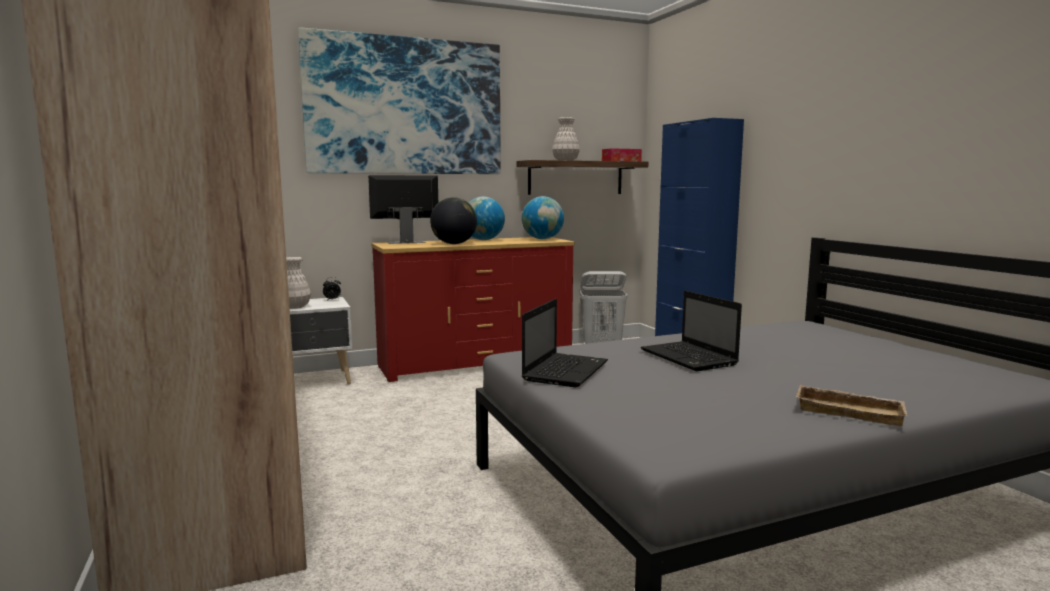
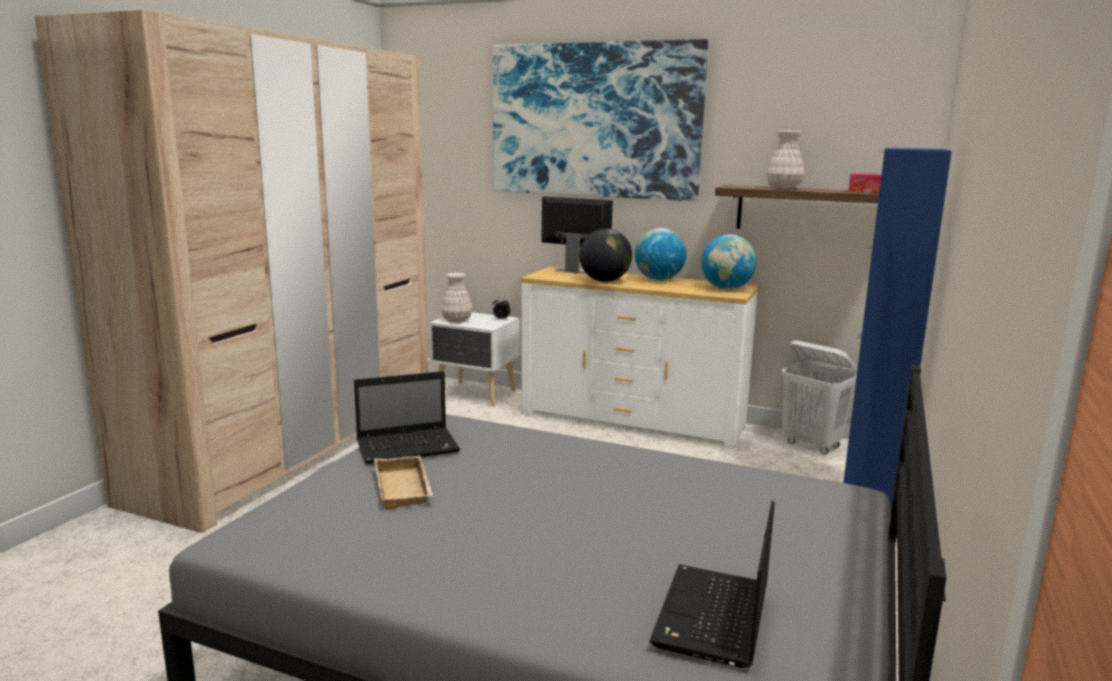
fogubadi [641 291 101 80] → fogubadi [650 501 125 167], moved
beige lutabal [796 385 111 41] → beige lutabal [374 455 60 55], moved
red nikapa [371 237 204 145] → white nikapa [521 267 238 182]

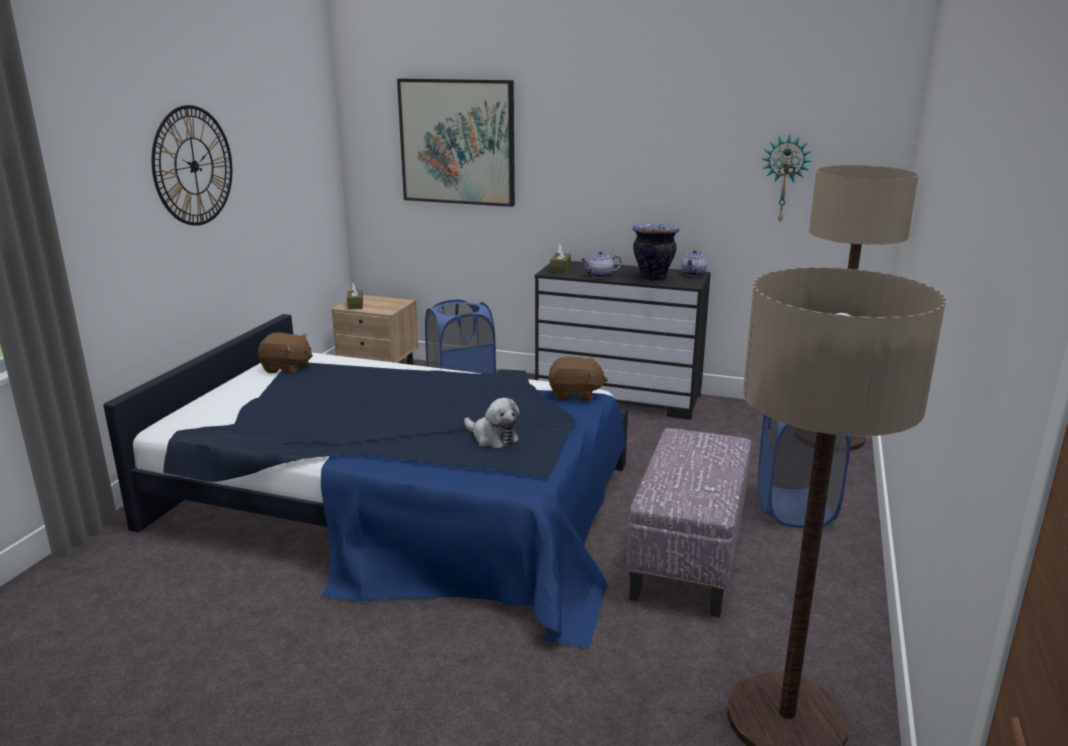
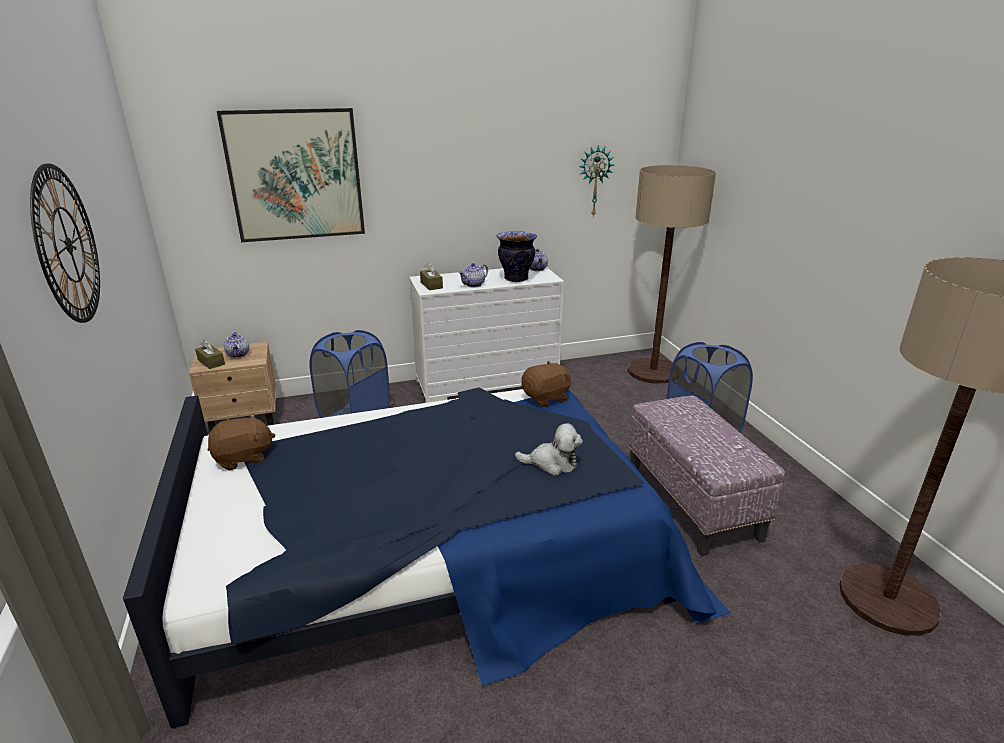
- → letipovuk [224 332 26 26]
black nikapa [535 261 176 159] → white nikapa [409 267 155 136]

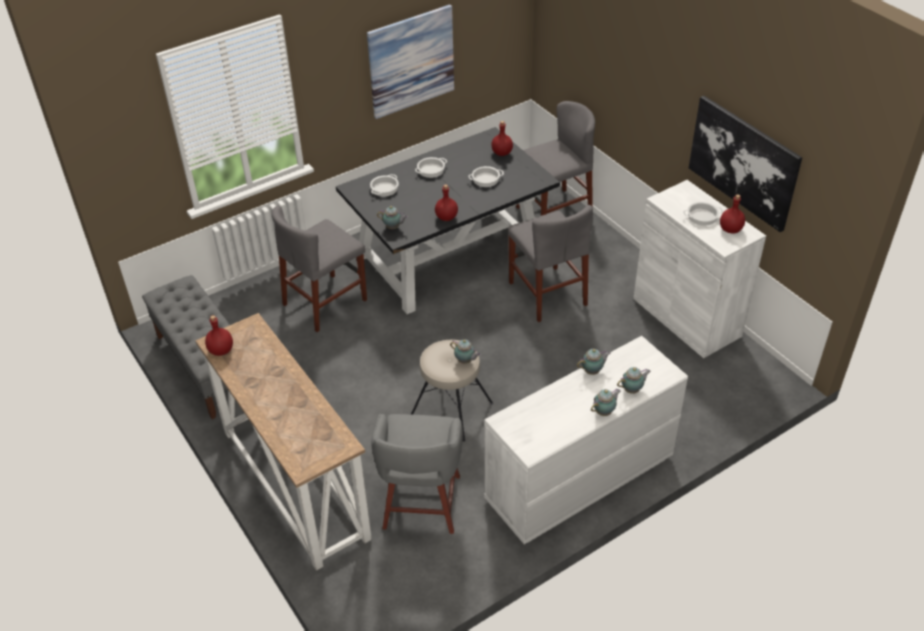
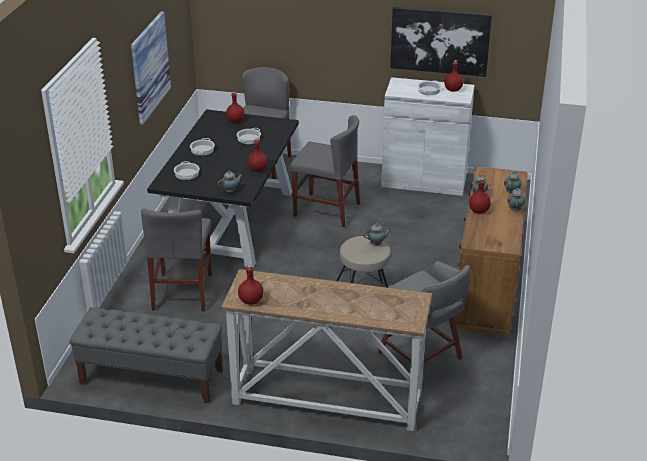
- → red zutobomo [469 178 22 35]
white nikapa [484 336 204 208] → brown nikapa [455 166 73 170]

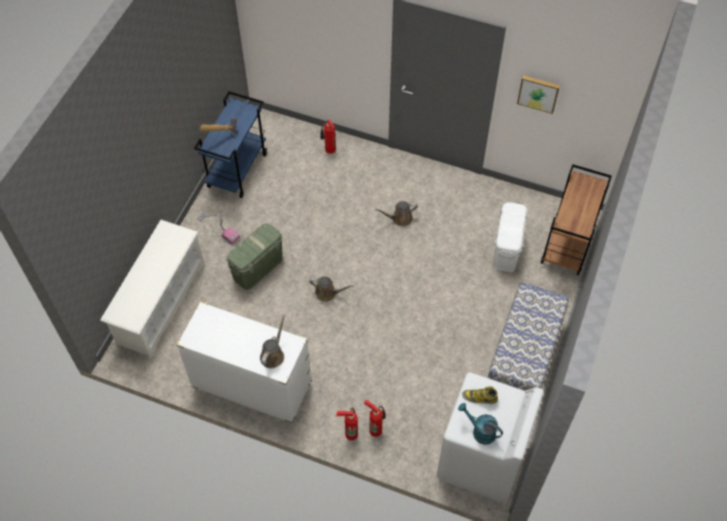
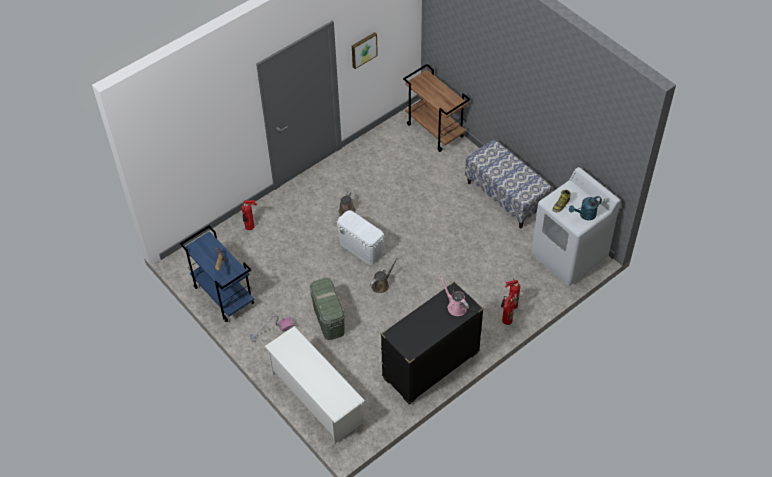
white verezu [492 202 36 70] → white verezu [337 210 47 55], moved
white nikapa [176 302 136 122] → black nikapa [381 282 103 122]
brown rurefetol [260 315 25 53] → pink rurefetol [439 276 30 40]

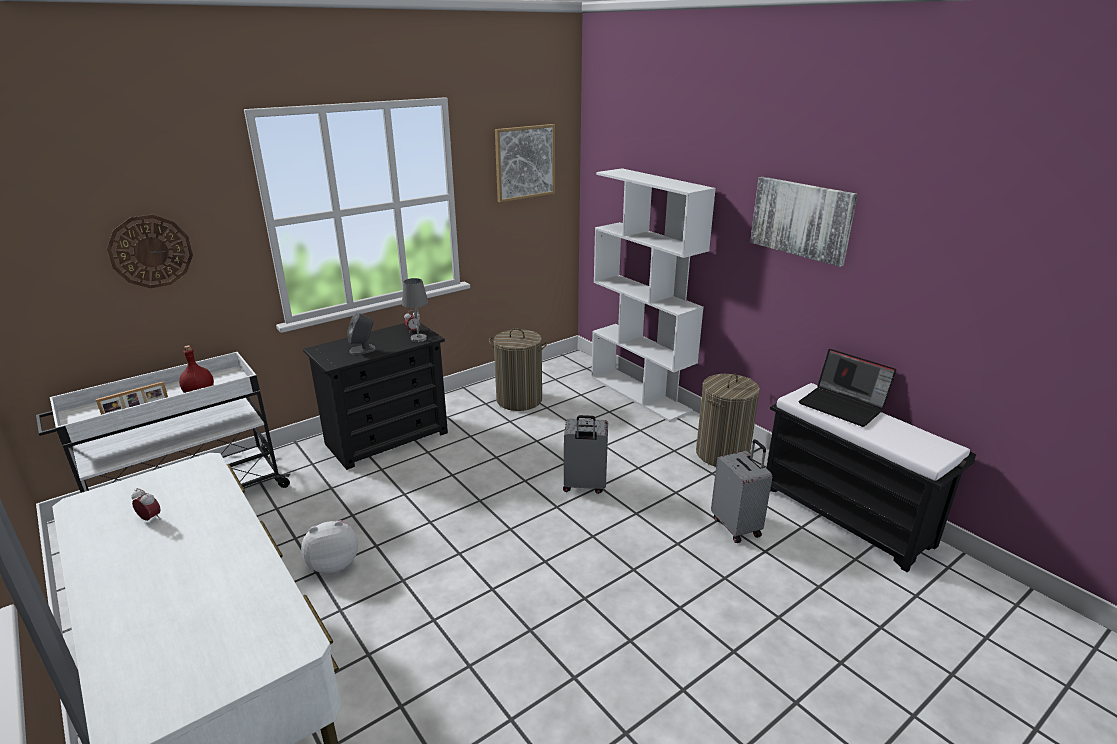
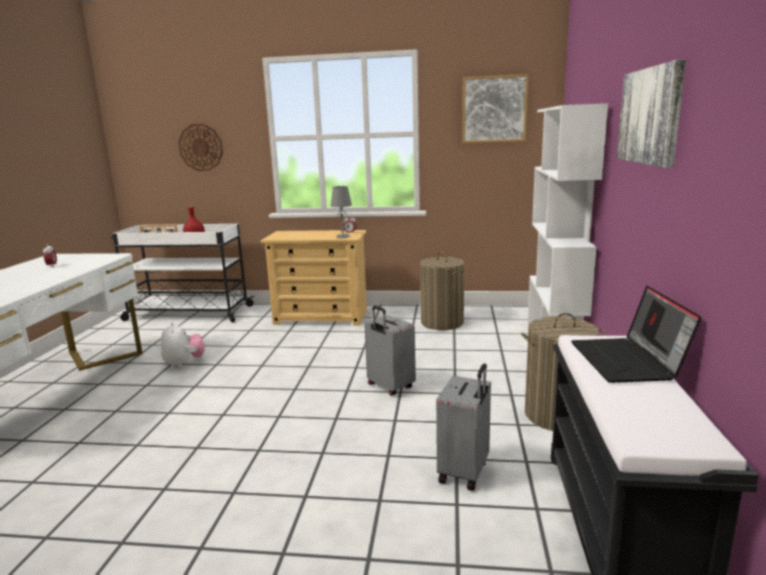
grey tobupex [347 313 29 42] → -
black nikapa [303 323 145 147] → beige nikapa [261 230 106 96]
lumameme [301 520 57 54] → lumameme [161 322 44 46], 45 degrees clockwise

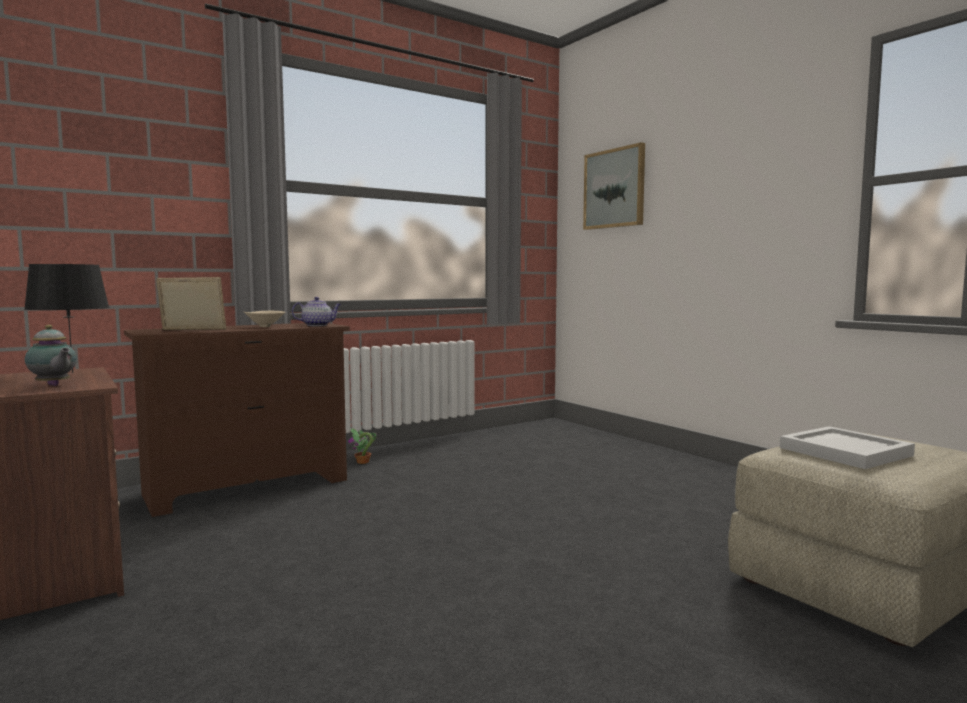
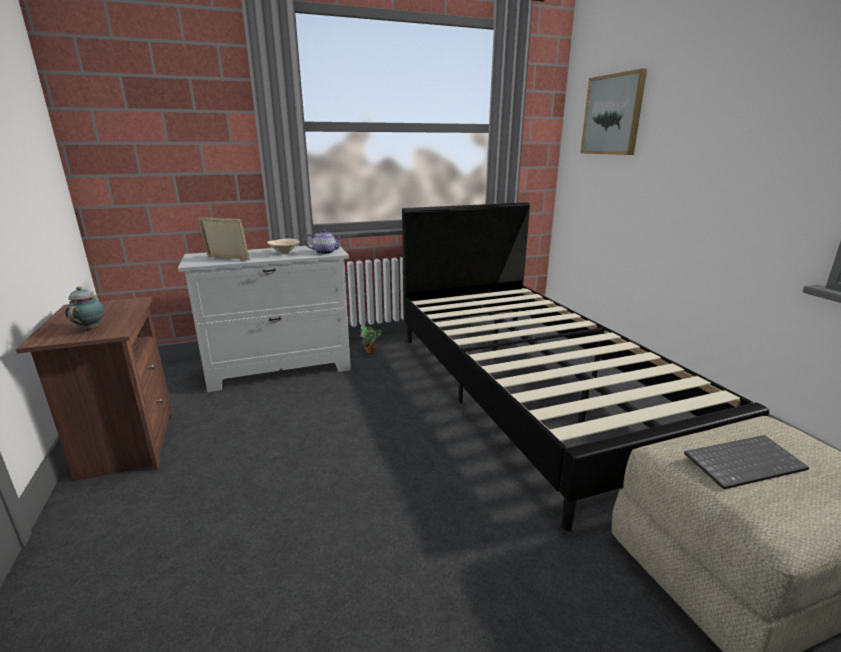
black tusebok [24 264 86 109] → -
- → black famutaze [402 202 367 329]
white lutabal [780 426 135 43] → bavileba [684 435 125 55]
brown nikapa [124 323 226 194] → white nikapa [178 245 173 147]
letipovuk [25 325 52 61] → letipovuk [65 286 40 45], 150 degrees counterclockwise

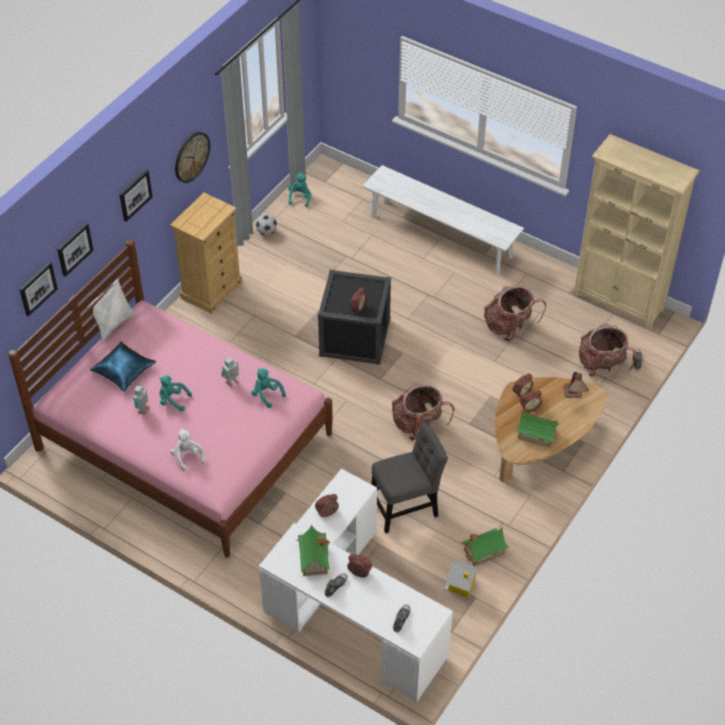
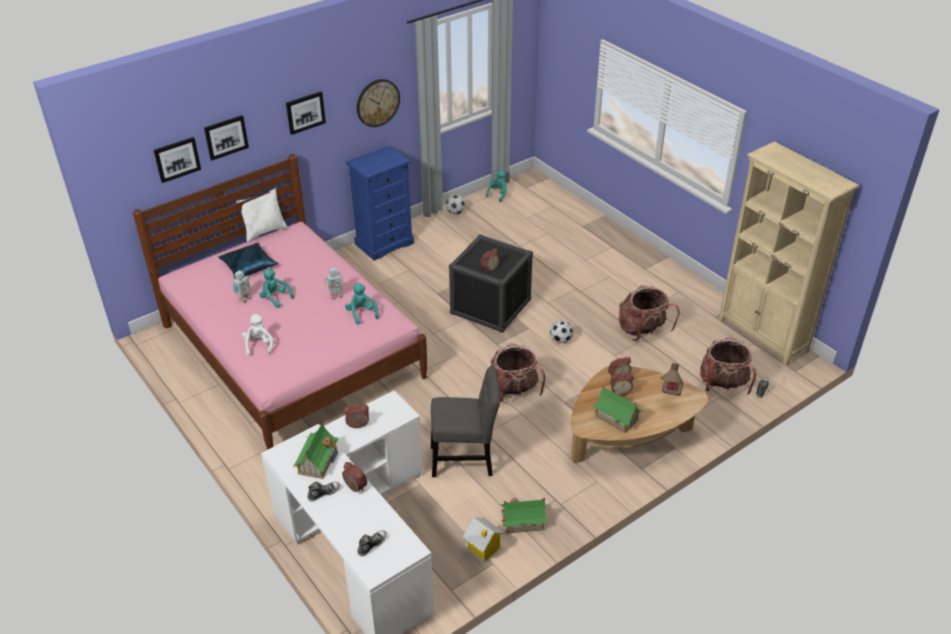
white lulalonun [362 165 162 110] → -
- → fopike [550 320 23 23]
beige nikapa [170 193 72 121] → blue nikapa [346 145 68 116]

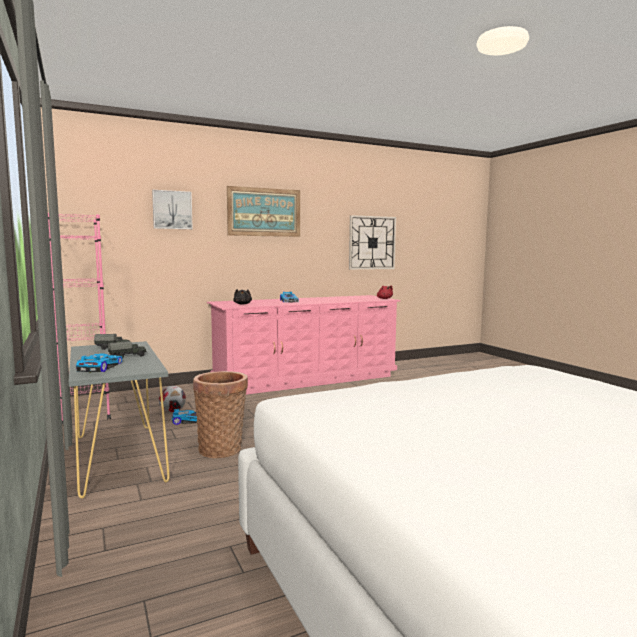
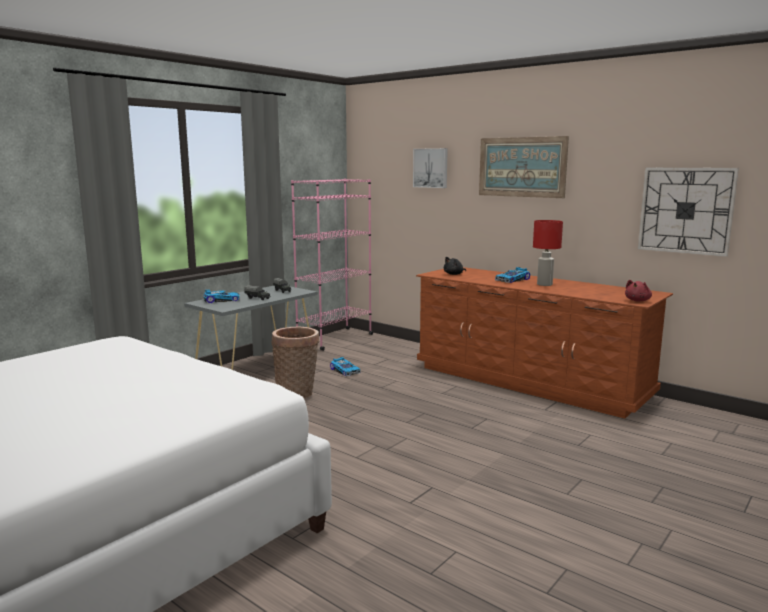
fopike [159 385 27 27] → -
- → red tusebok [533 220 30 66]
pink nikapa [207 295 194 100] → brown nikapa [416 267 257 152]

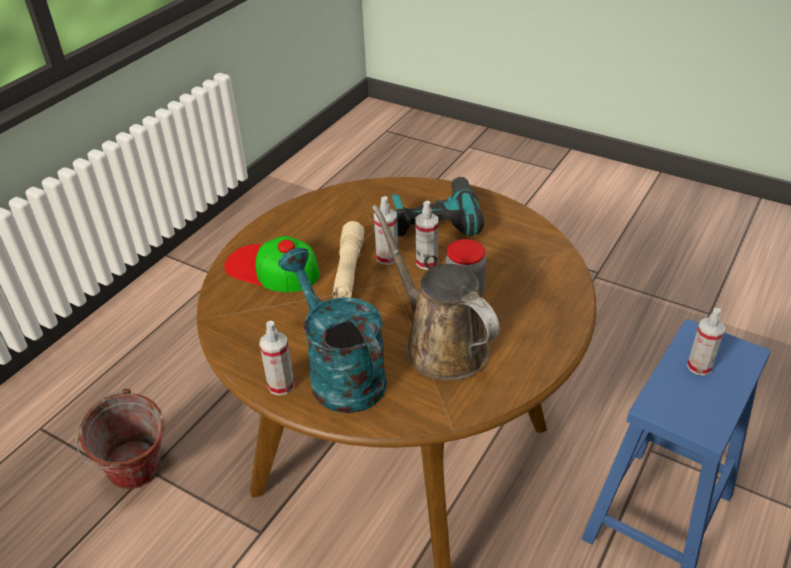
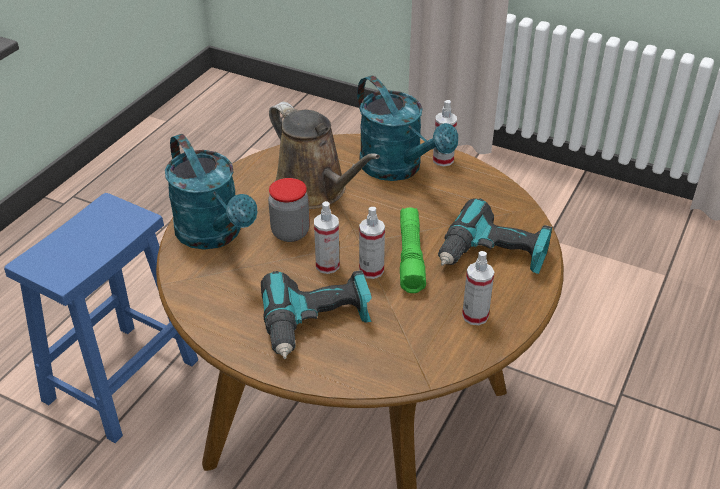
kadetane [76 388 88 101] → -
- → turquoise rurefetol [165 134 92 116]
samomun [687 308 38 68] → samomun [462 251 32 74], moved
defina [224 236 95 56] → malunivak [438 198 114 76]
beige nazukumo [333 221 32 78] → green nazukumo [400 207 26 86]

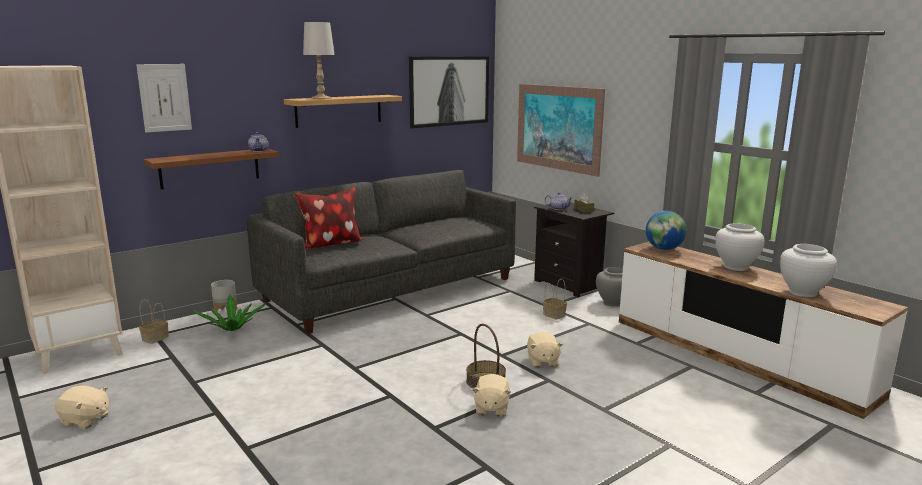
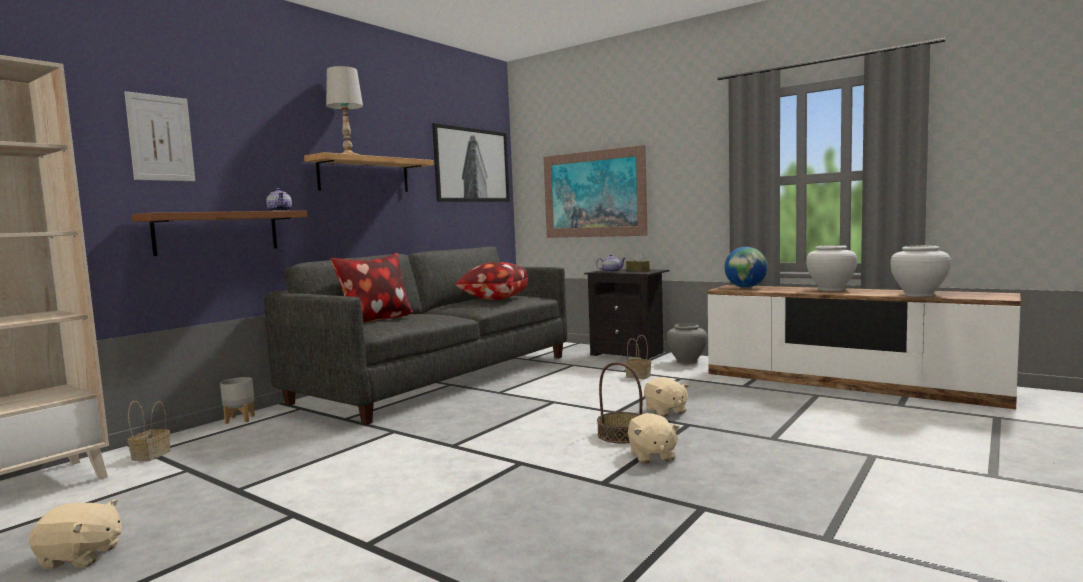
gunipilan [193 294 74 37] → -
- → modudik [455 262 73 38]

